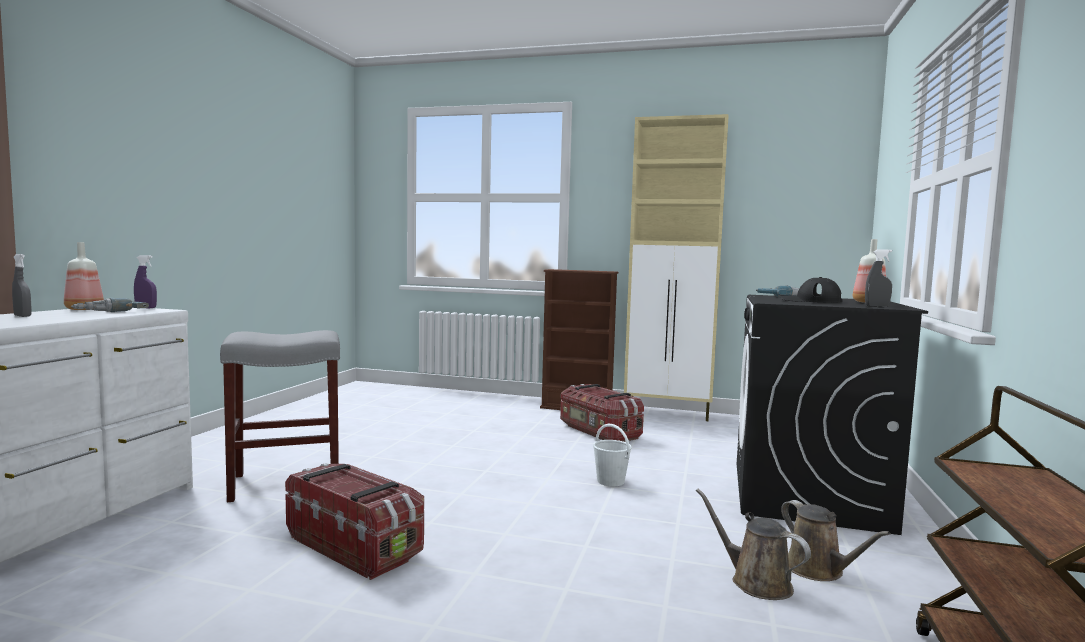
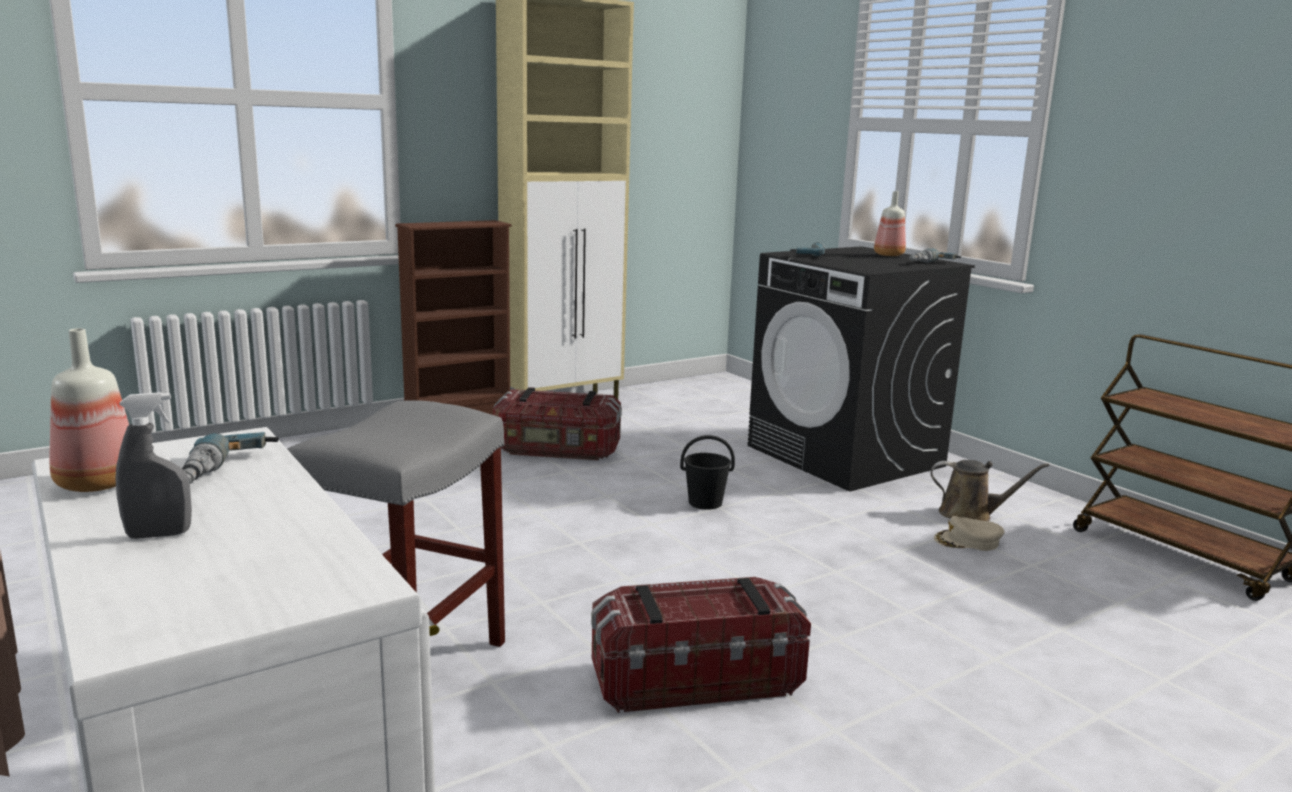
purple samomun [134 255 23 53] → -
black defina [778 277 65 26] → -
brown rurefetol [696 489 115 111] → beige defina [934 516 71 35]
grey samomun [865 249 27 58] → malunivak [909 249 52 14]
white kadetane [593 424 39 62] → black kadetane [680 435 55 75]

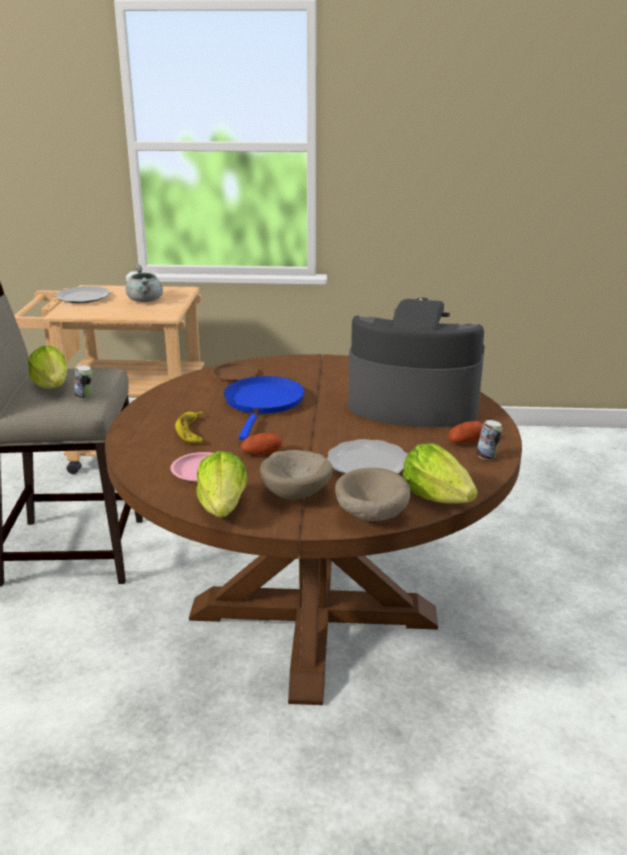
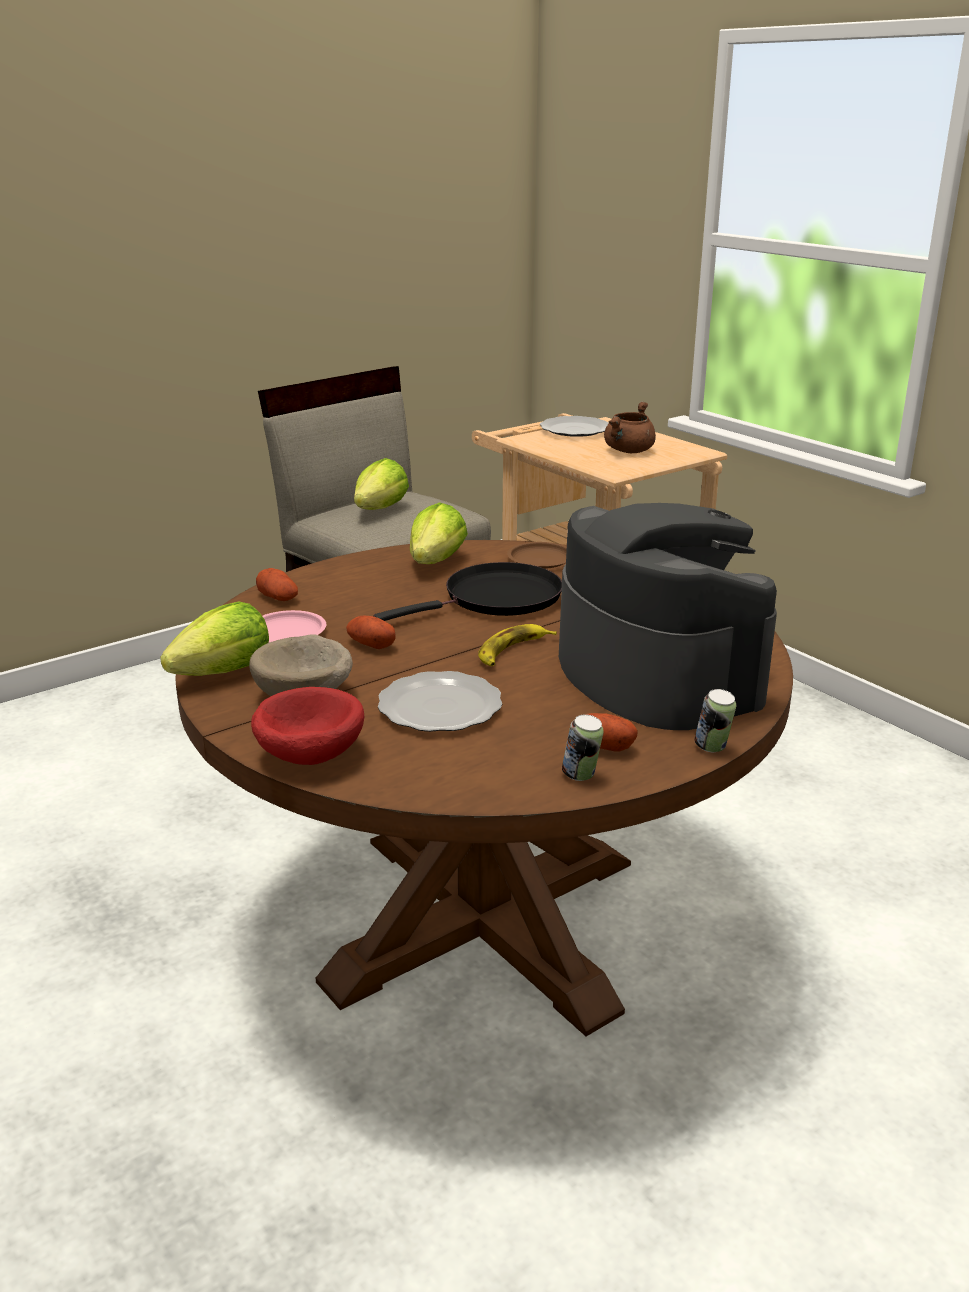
- → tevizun [256 568 42 33]
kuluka [74 365 18 34] → kuluka [695 689 41 63], moved
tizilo [175 411 28 32] → tizilo [478 624 79 42], moved
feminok [402 443 76 61] → feminok [410 502 58 62], moved
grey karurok [125 265 38 37] → brown karurok [604 401 52 52]
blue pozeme [224 376 81 64] → black pozeme [373 562 189 59]
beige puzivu [335 467 75 54] → red puzivu [251 687 113 78]

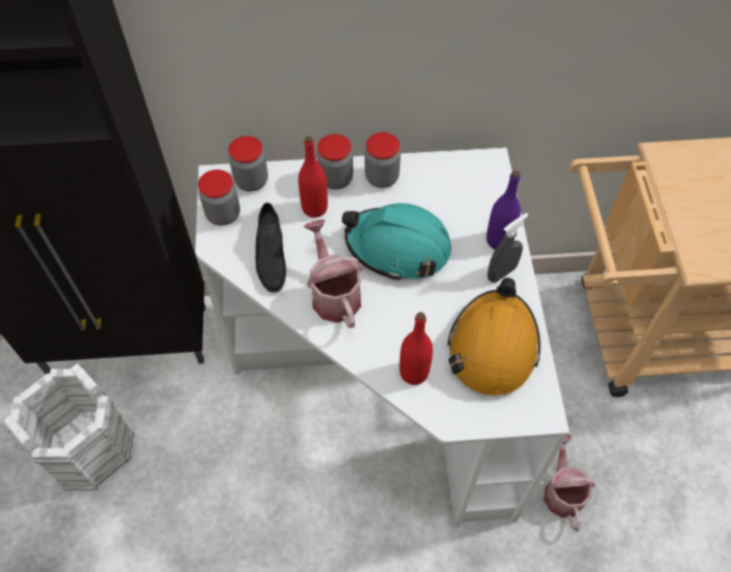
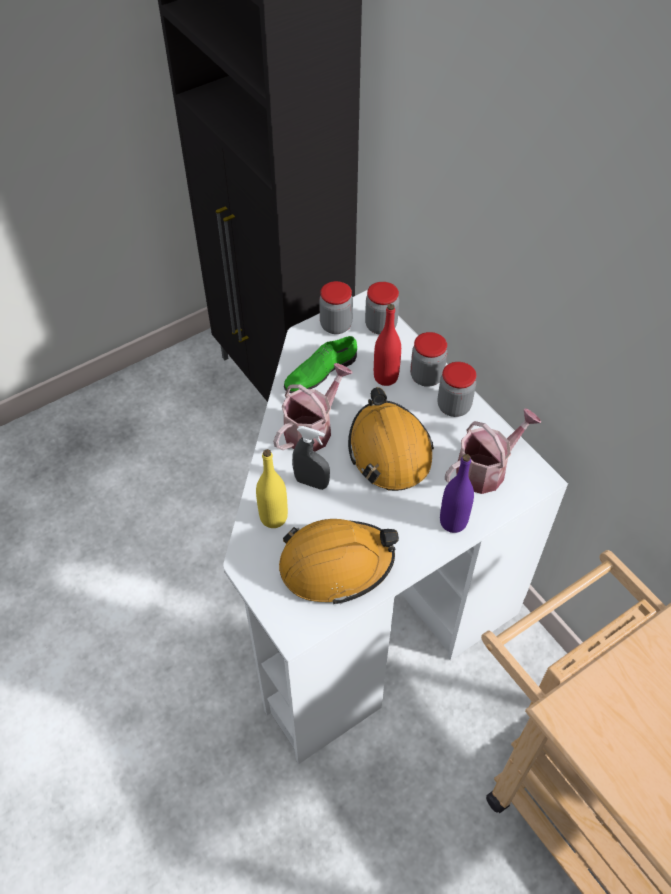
white kadetane [3 363 132 128] → -
grey samomun [487 213 41 70] → grey samomun [292 426 38 64], moved
rurefetol [544 434 51 97] → rurefetol [445 408 96 86], moved
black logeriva [255 202 31 91] → green logeriva [284 336 73 57]
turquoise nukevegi [342 203 109 78] → orange nukevegi [348 387 86 104]
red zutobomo [400 312 33 73] → yellow zutobomo [256 449 32 79]

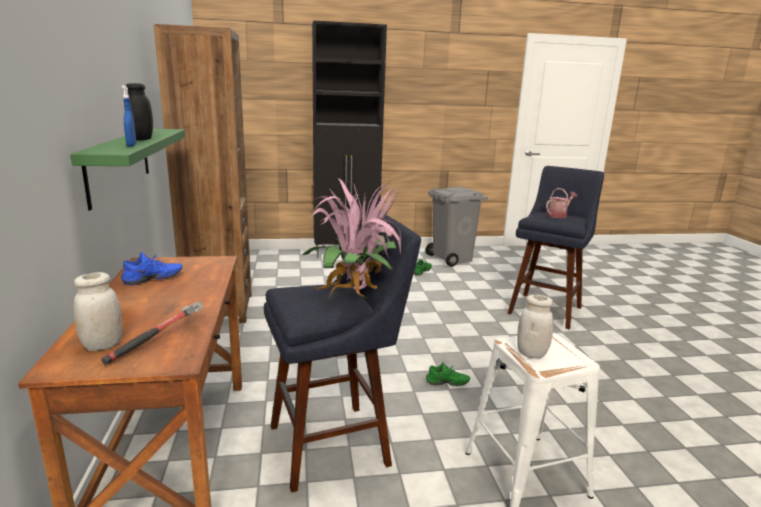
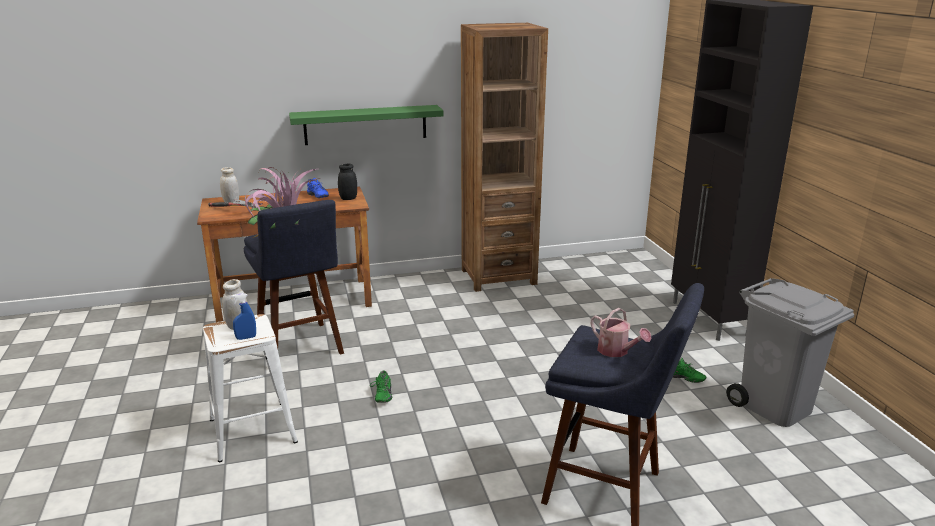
blue samomun [122 85 15 61] → blue samomun [232 293 24 47], moved
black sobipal [126 83 27 57] → black sobipal [338 164 19 36], moved

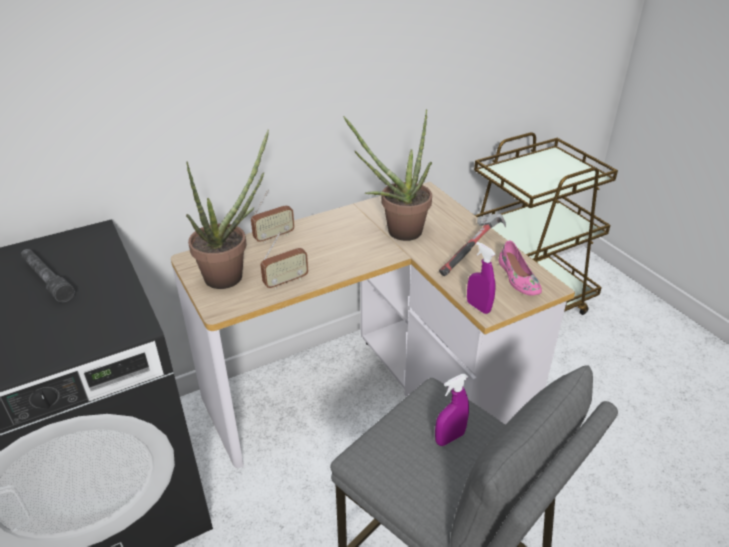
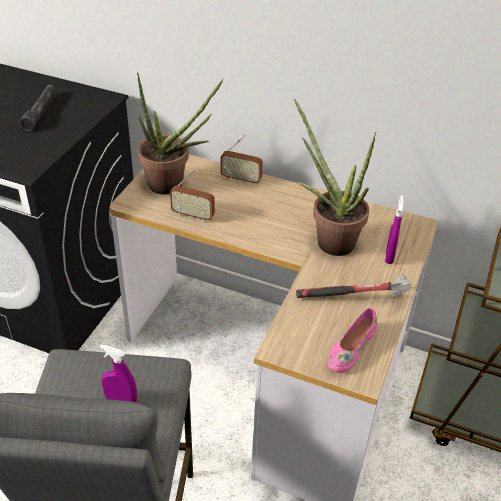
purple samomun [467 242 29 72] → purple samomun [385 195 19 69], moved

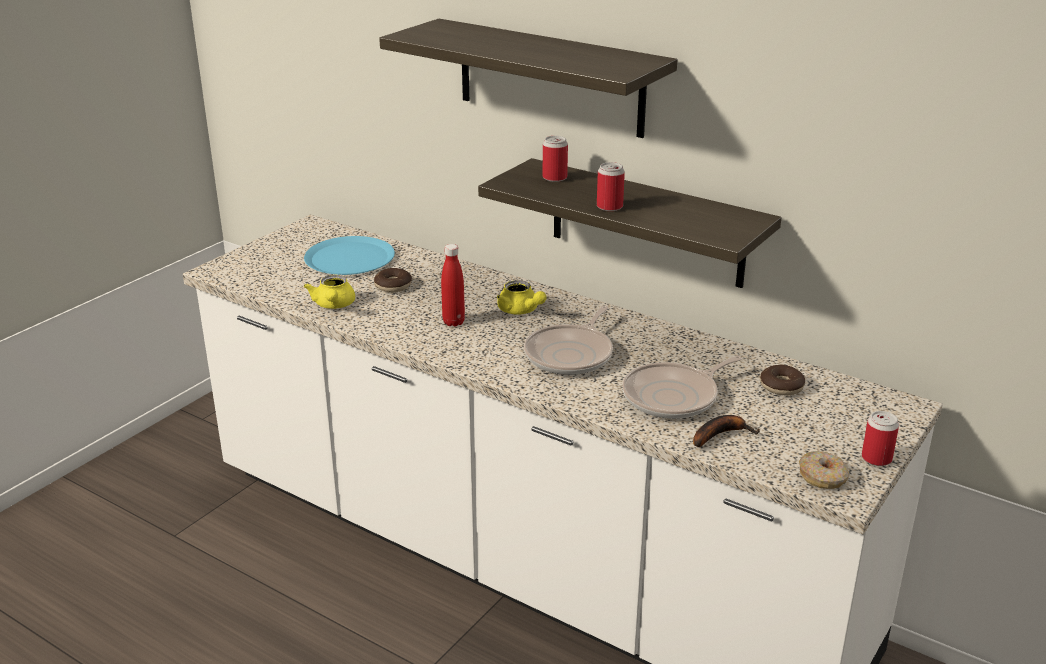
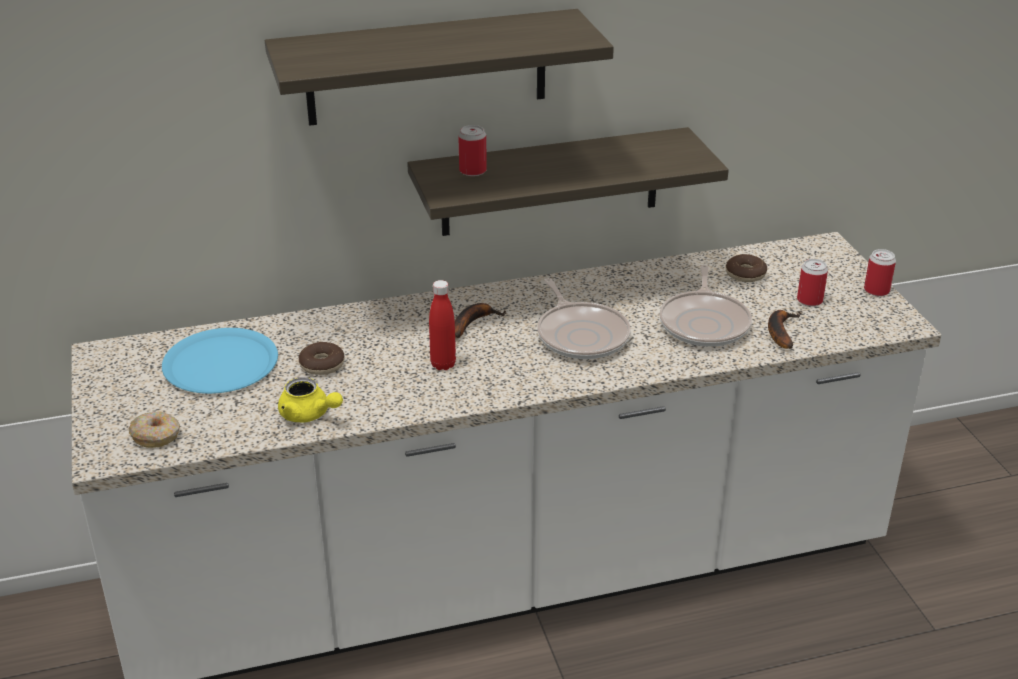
kuluka [597 162 28 49] → kuluka [797 259 31 47], moved
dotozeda [799 451 50 38] → dotozeda [129 412 51 36], moved
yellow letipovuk [497 280 50 35] → tizilo [455 303 51 35]

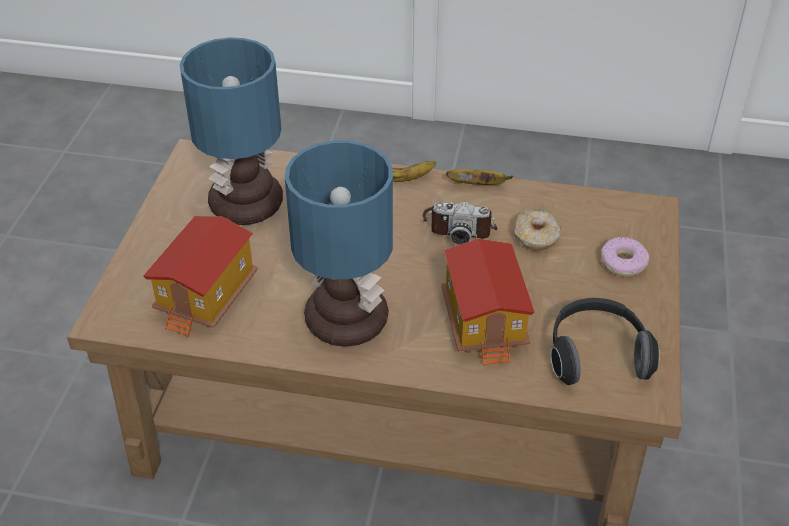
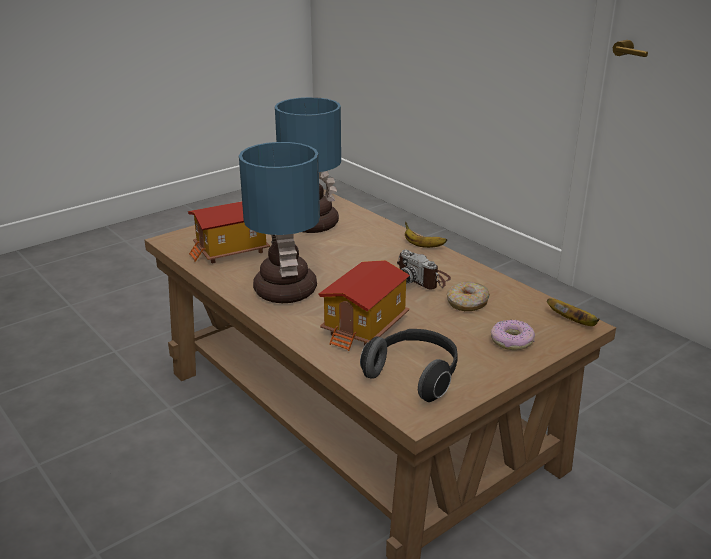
tizilo [446 169 67 16] → tizilo [547 298 53 28], moved

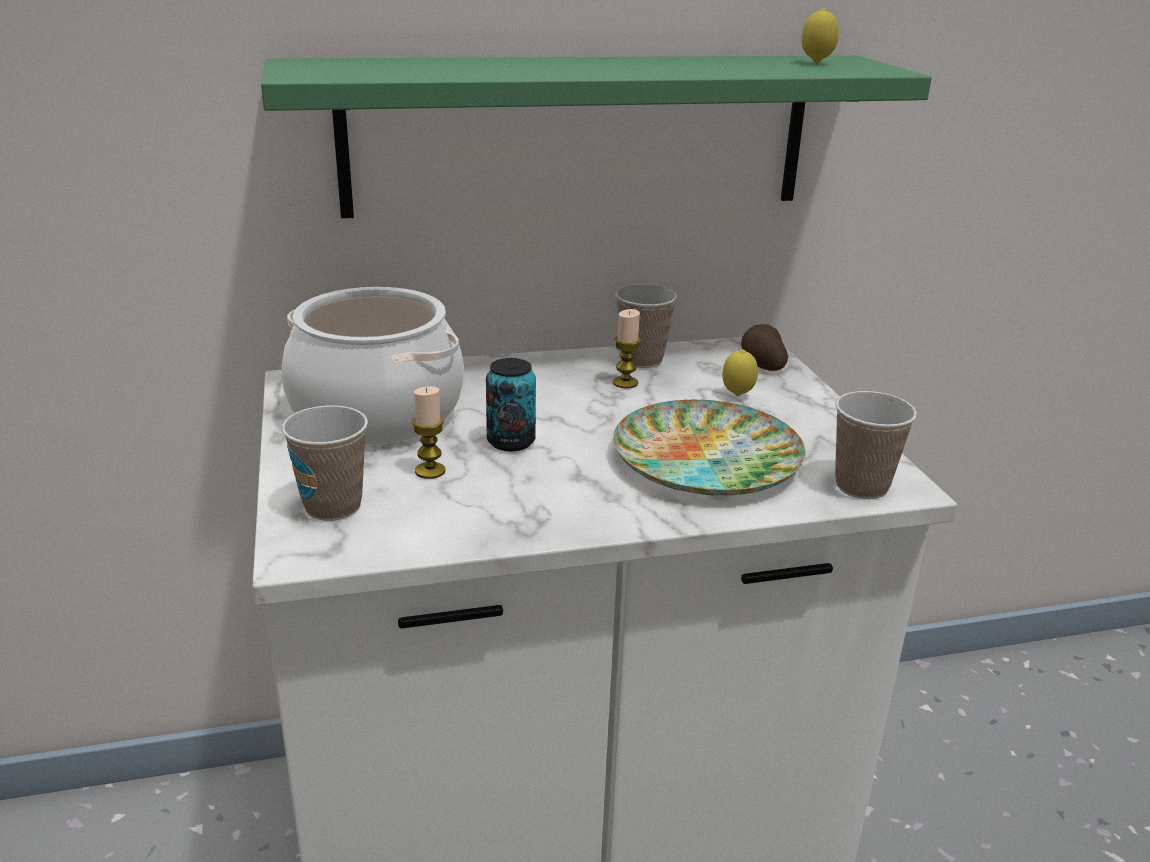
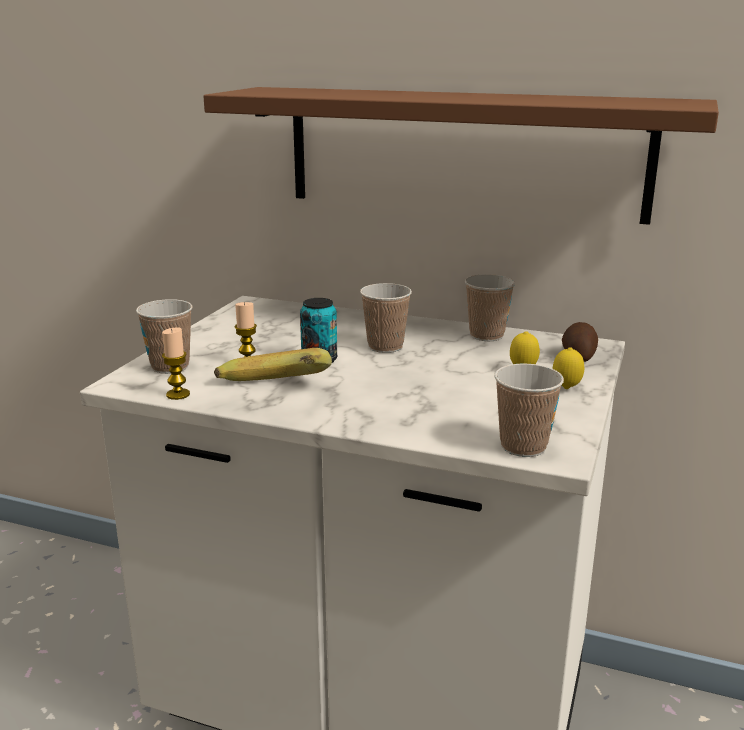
karurok [281 287 183 158] → -
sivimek [613 400 193 96] → -
- → tizilo [214 348 118 33]
- → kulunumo [360 283 52 70]
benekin [613 309 28 79] → benekin [162 327 28 73], moved
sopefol [802 8 37 55] → sopefol [553 347 31 42], moved
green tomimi [261 56 671 162] → brown tomimi [203 87 516 138]

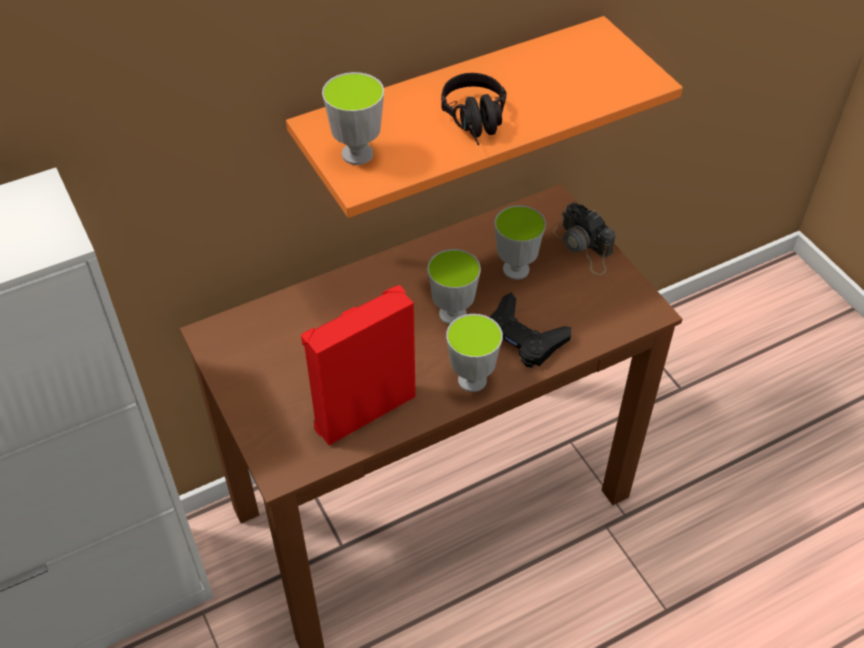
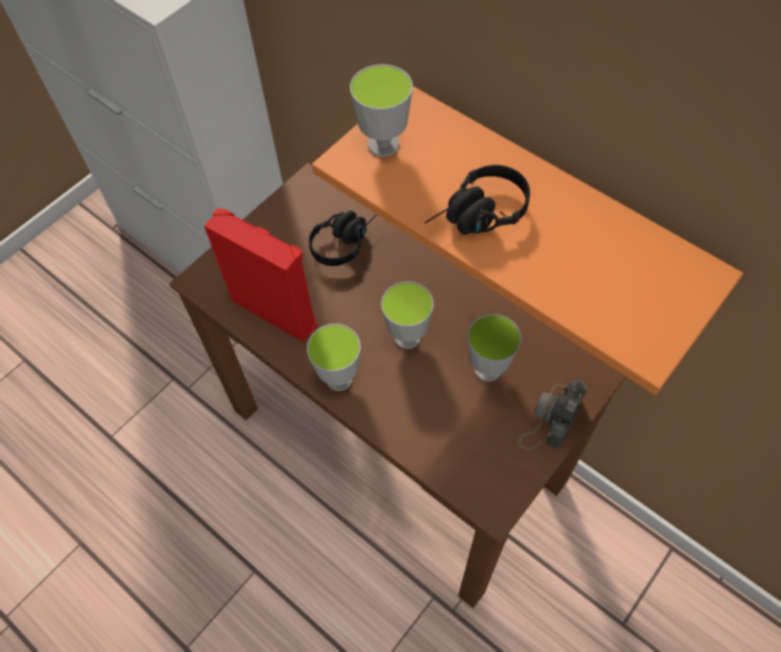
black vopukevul [490 293 81 75] → -
- → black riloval [309 210 68 56]

